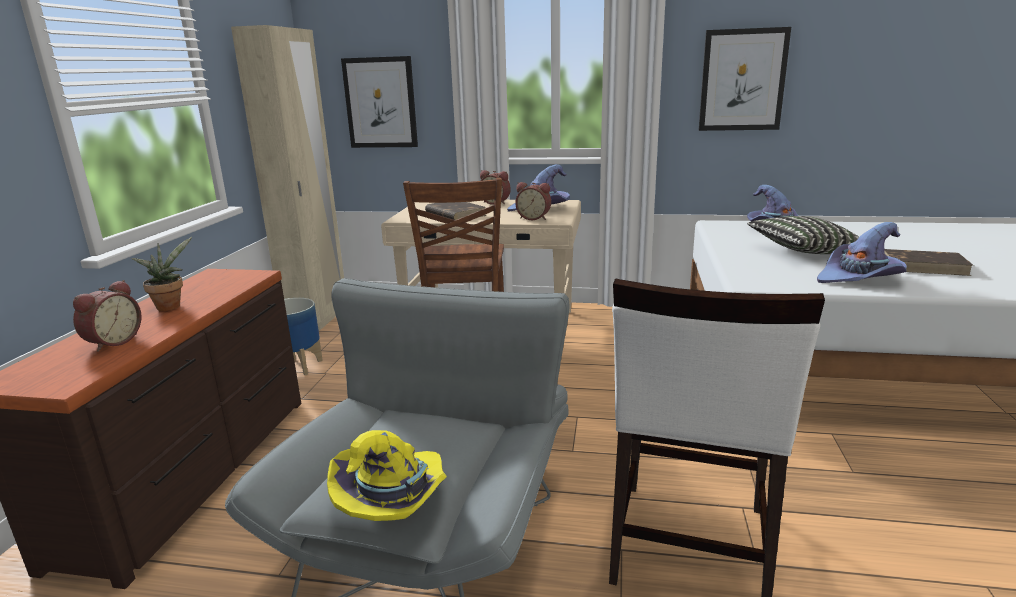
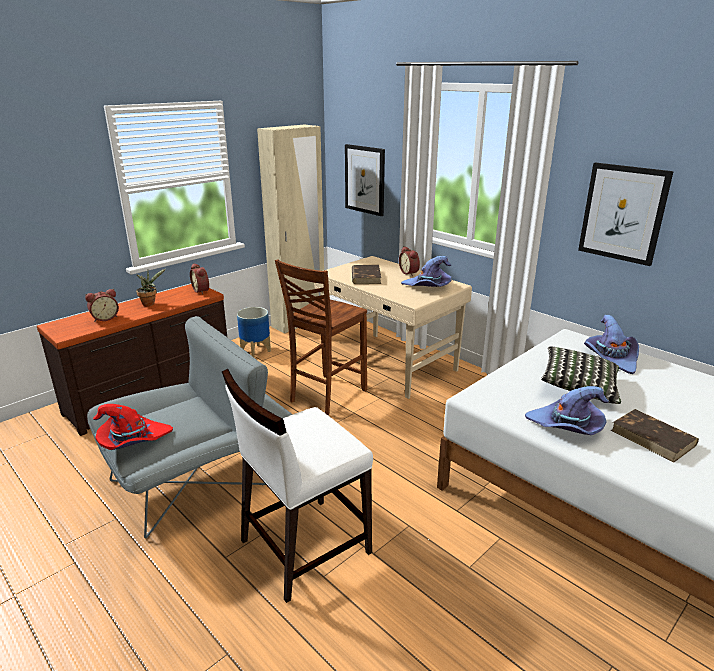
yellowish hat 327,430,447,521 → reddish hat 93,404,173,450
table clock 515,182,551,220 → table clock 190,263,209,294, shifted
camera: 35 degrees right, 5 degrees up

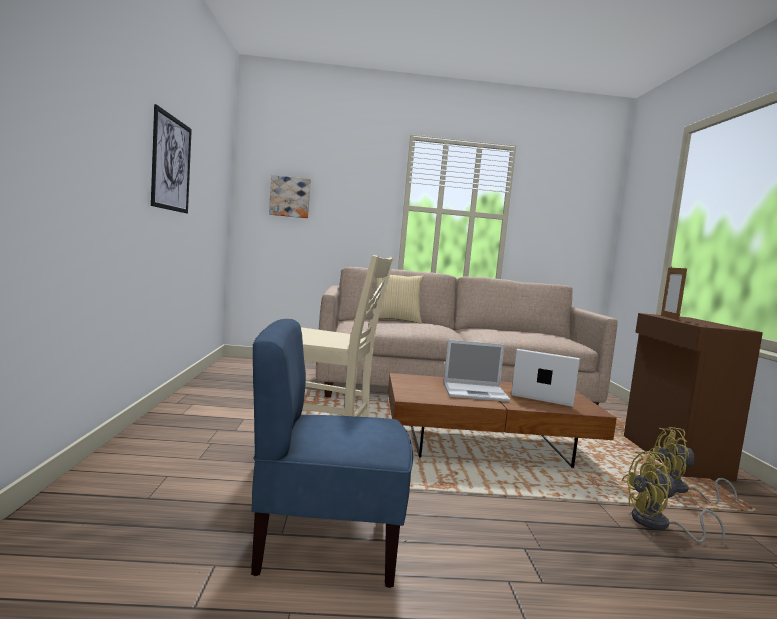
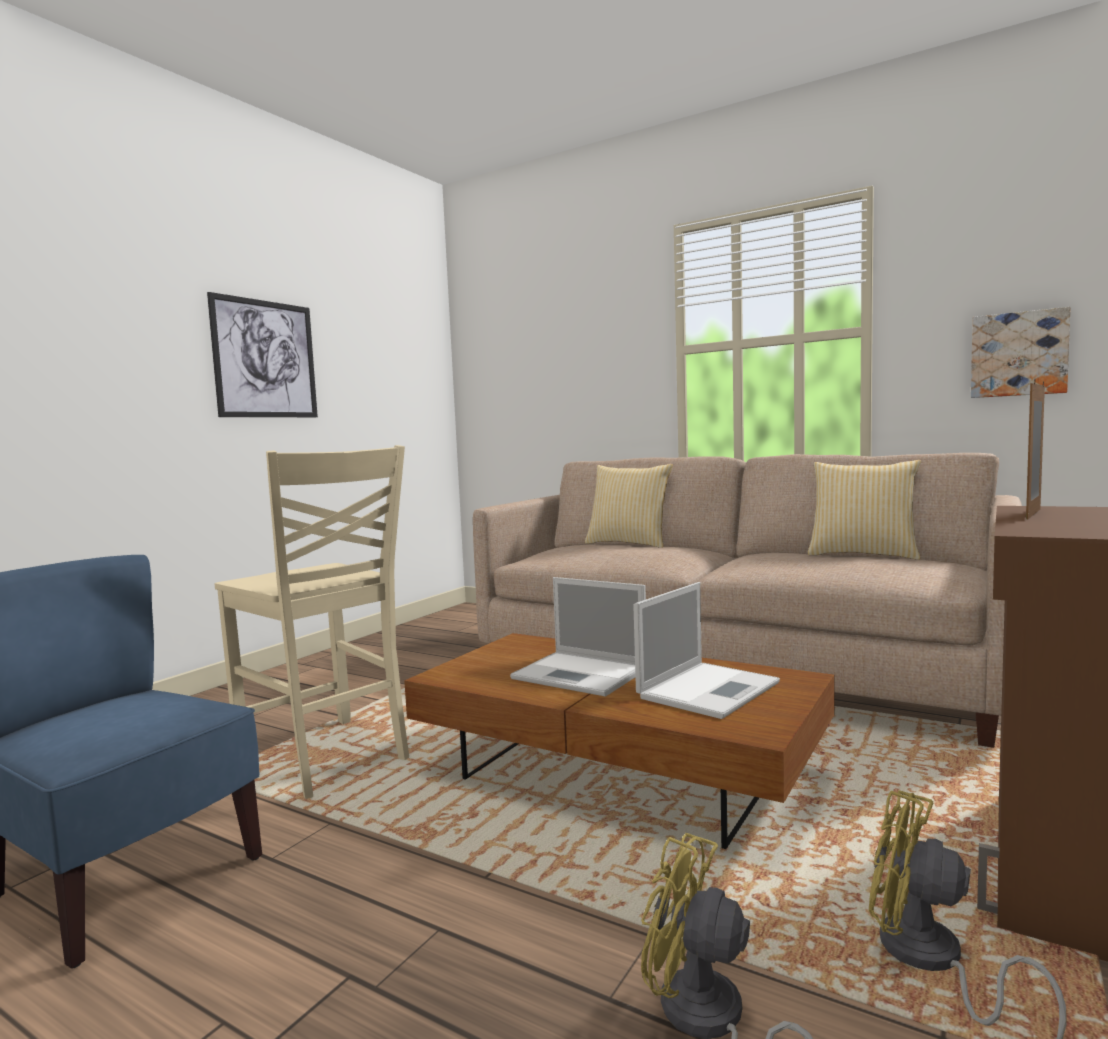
wall picture 269,175,311,218 → wall picture 971,307,1070,398, shifted
notebook computer 511,349,580,407 → notebook computer 633,582,780,719, 75 degrees clockwise
- → throw pillow 808,460,921,560
camera: 35 degrees right, 0 degrees up

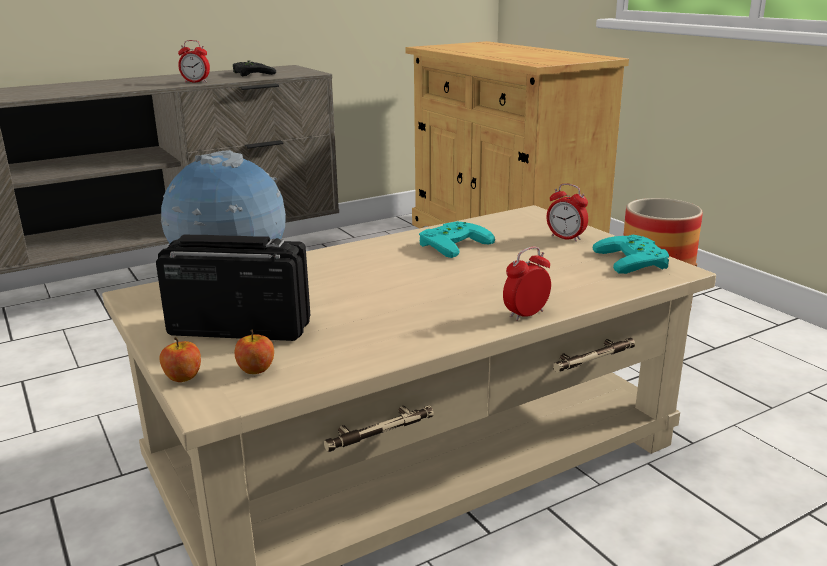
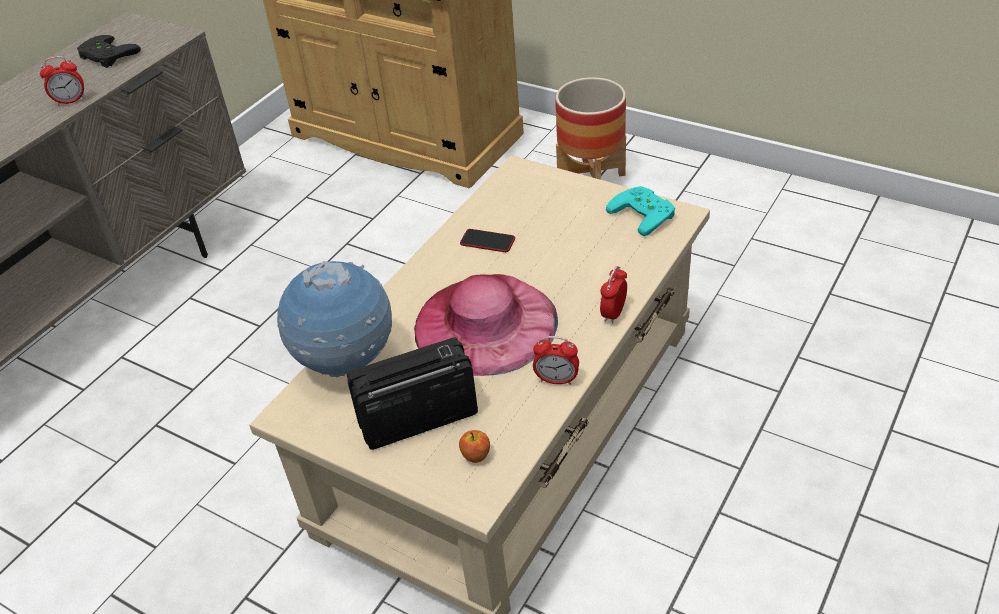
whole apple 160,337,201,382 → -
turquoise gamepad 419,221,495,258 → phone 460,229,515,252
table clock 547,183,588,242 → table clock 533,336,579,385, shifted
- → pinkish hat 414,274,558,376
camera: 25 degrees left, 20 degrees up

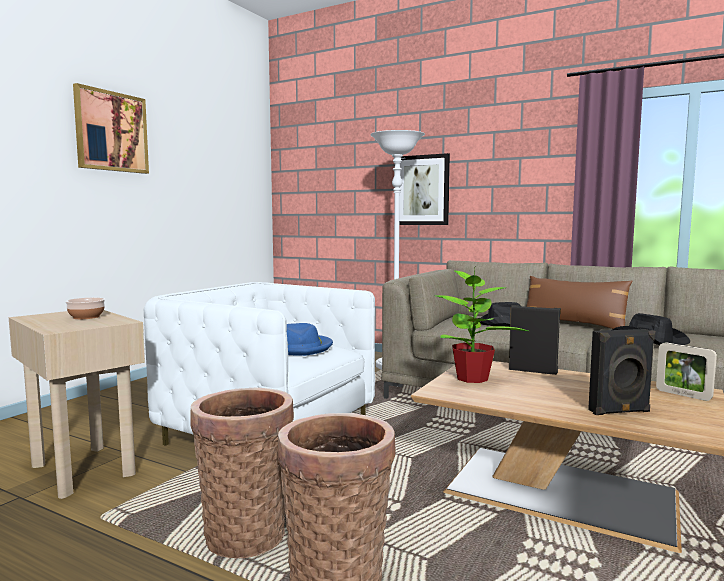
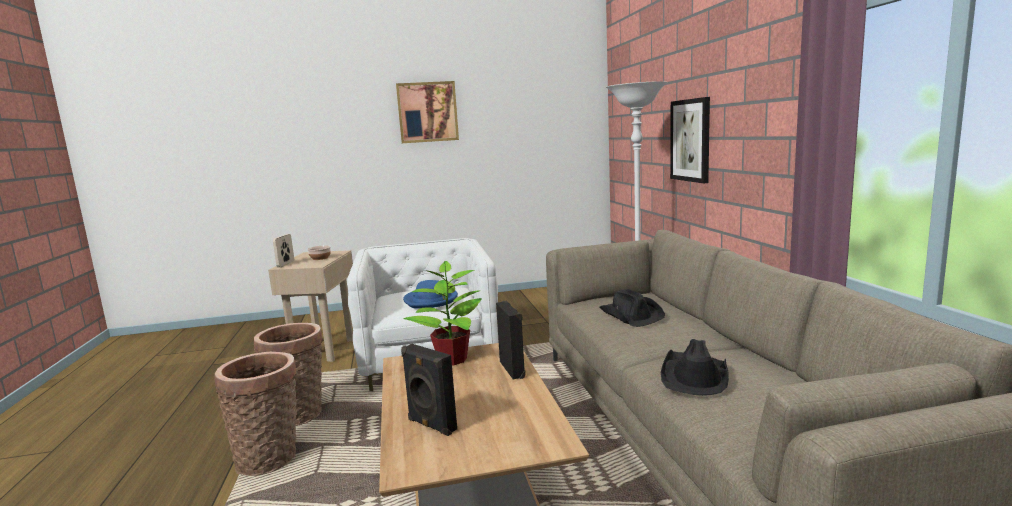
brown throw pillow 526,276,632,329 → -
photo frame 656,342,717,401 → photo frame 273,234,294,267, shifted
camera: 50 degrees right, 5 degrees up

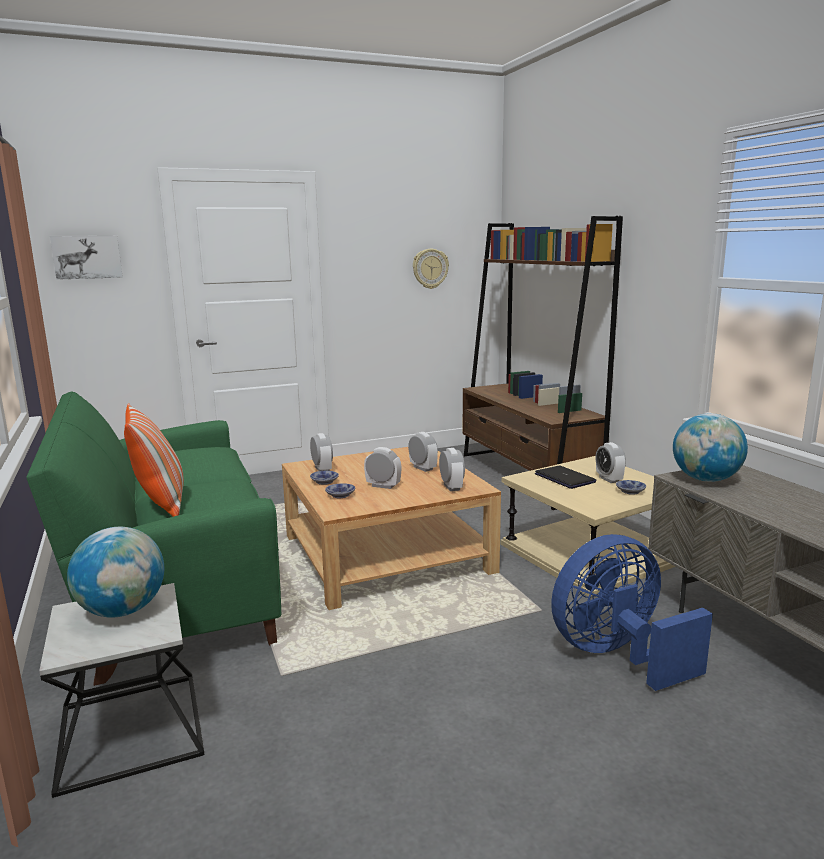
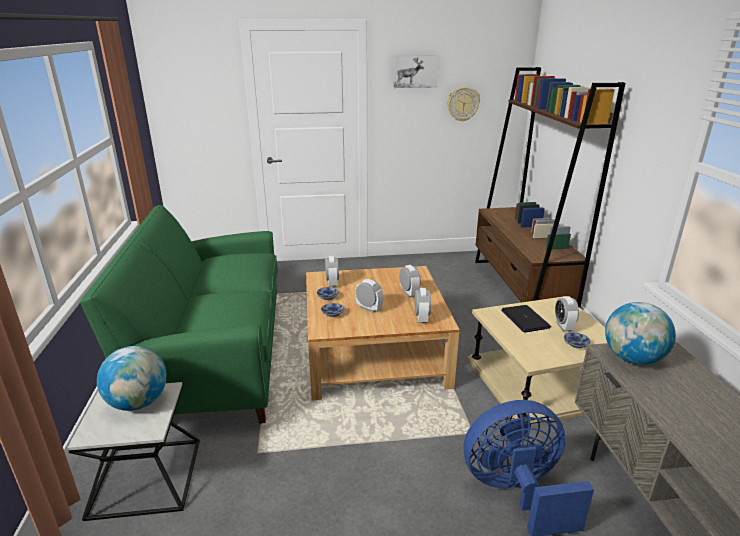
wall picture 50,236,123,280 → wall picture 393,55,439,88, shifted
throw pillow 124,403,184,517 → -
camera: 15 degrees right, 10 degrees up

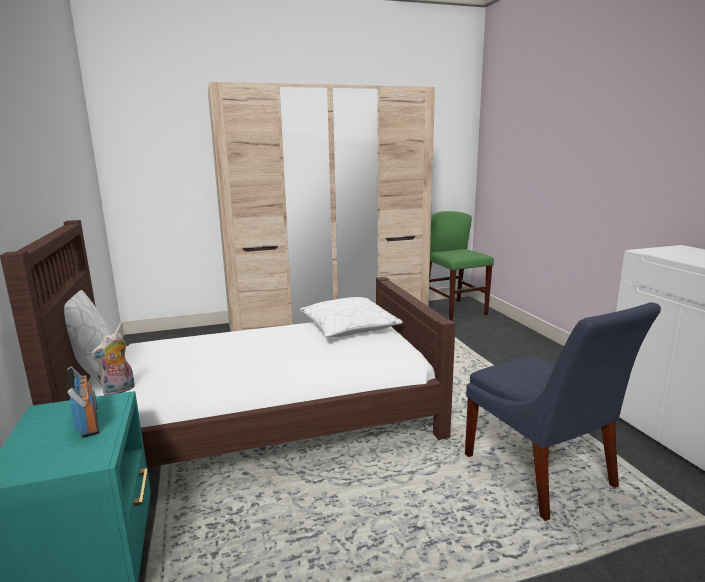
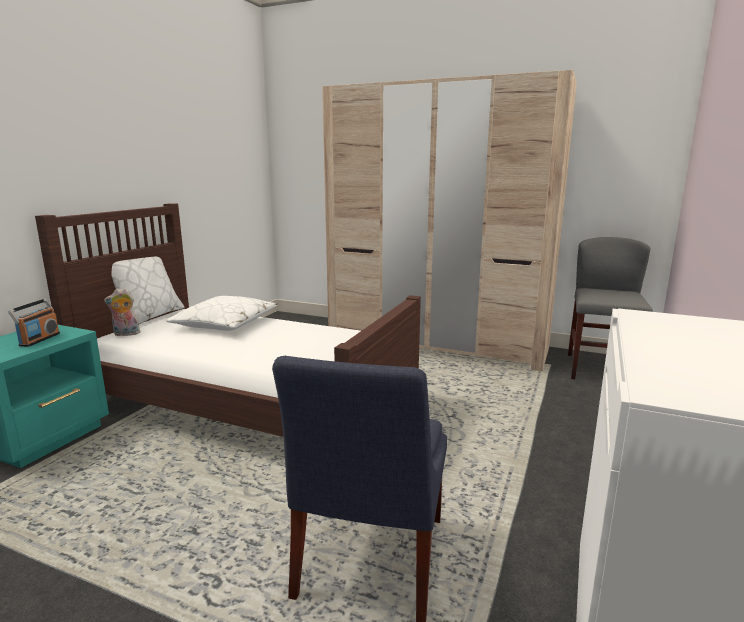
white-coloured throw pillow 300,297,403,337 → white-coloured throw pillow 166,296,278,331, shifted
green-coloured upright chair 429,211,494,321 → greyish upright chair 568,237,653,379
camera: 40 degrees right, 0 degrees up

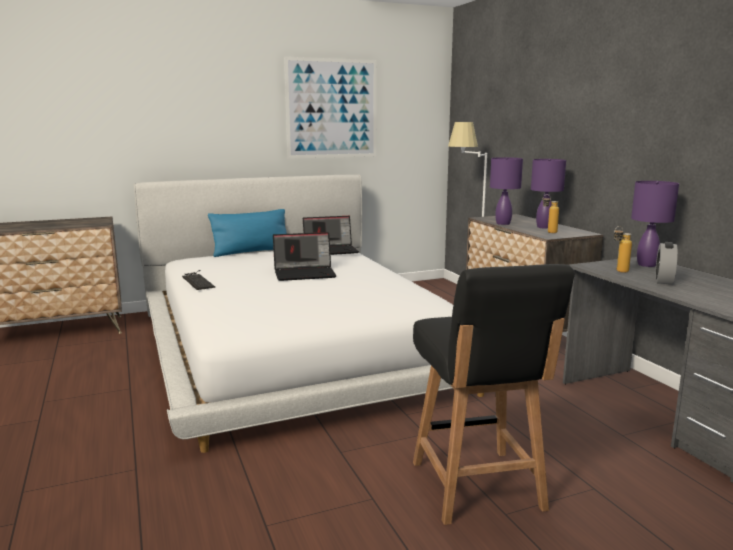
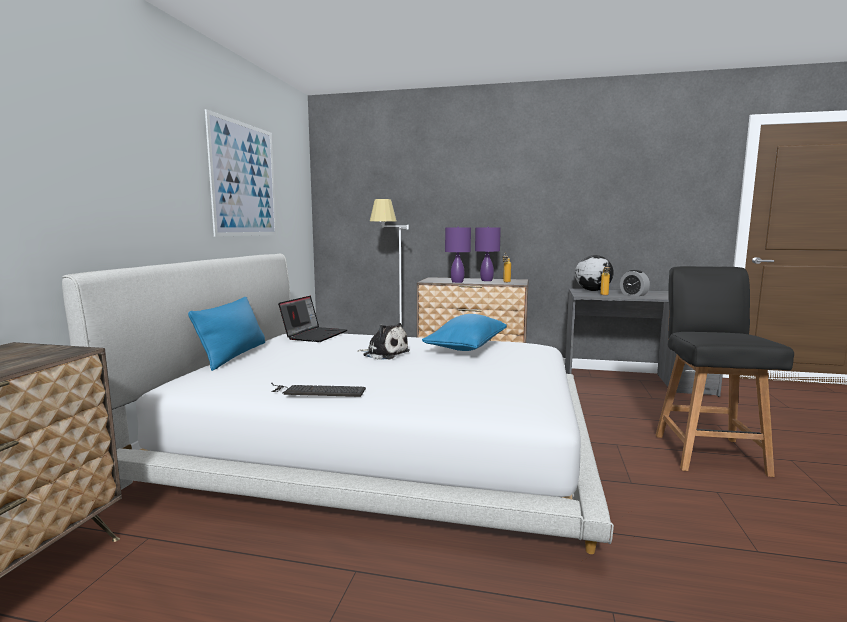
notebook computer 273,232,337,281 → soft toy 357,323,410,360
black upright chair 413,264,575,525 → black upright chair 655,266,794,477, 105 degrees counterclockwise
purple table lamp 631,181,679,267 → world globe 575,255,614,291
- → blue-coloured throw pillow 422,314,507,351
camera: 55 degrees left, 5 degrees down

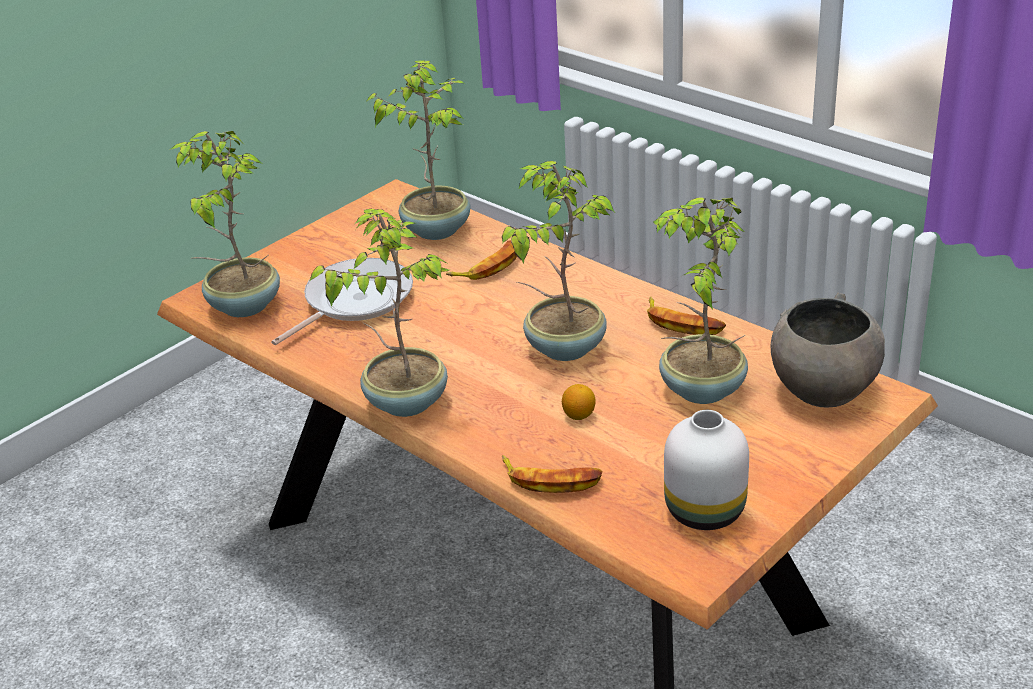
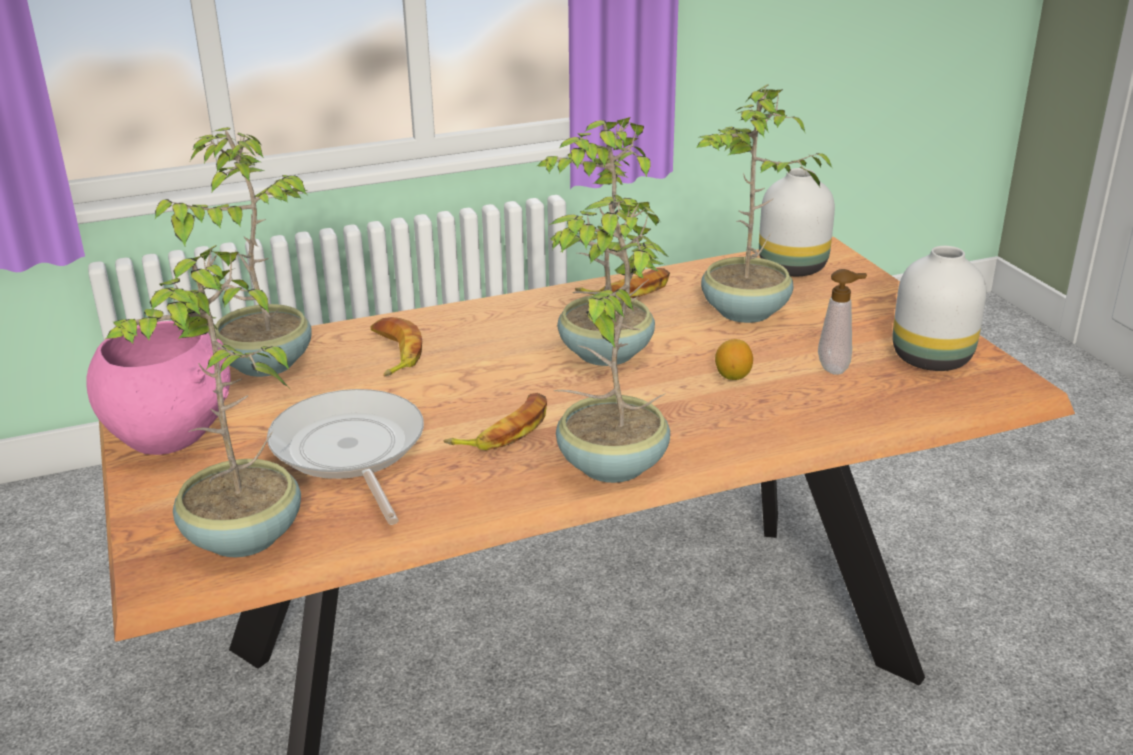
whole banana 502,455,603,493 → whole banana 444,393,547,450, shifted
greyish bowl 771,292,885,408 → white-coloured decorative vase 759,168,835,276
- → pinkish bowl 86,321,231,455
- → soap dispenser 818,269,867,375
camera: 65 degrees left, 5 degrees down

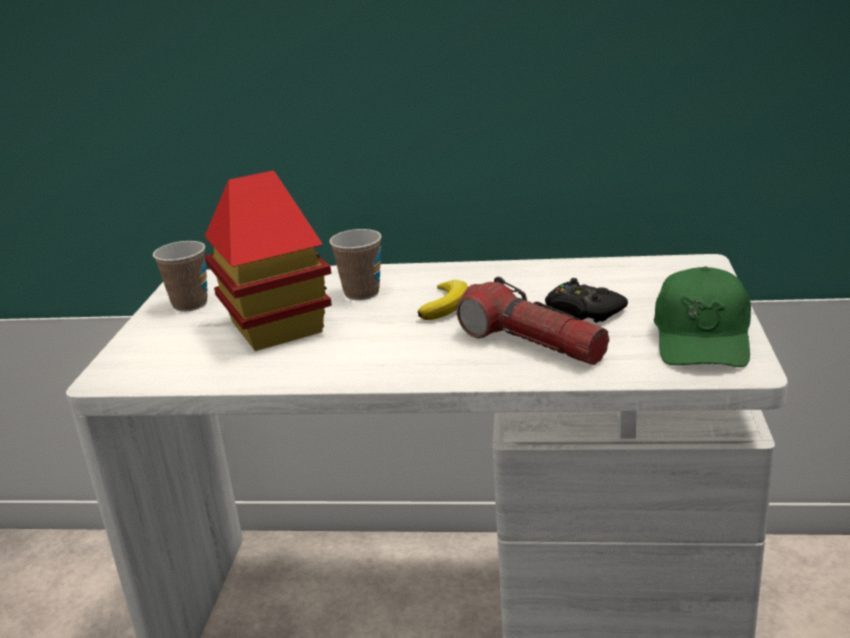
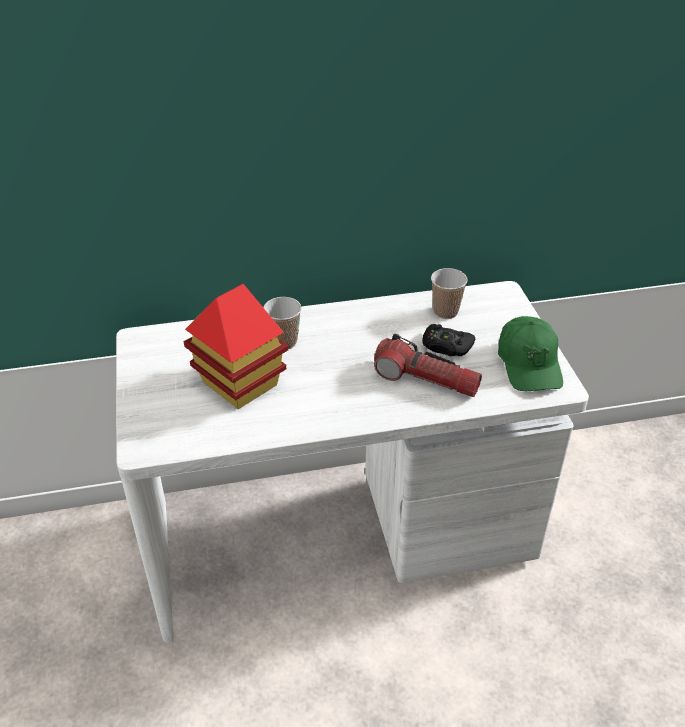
cup 153,241,208,312 → cup 431,268,468,319, shifted
whole banana 417,280,468,320 → -
camera: 20 degrees left, 15 degrees up

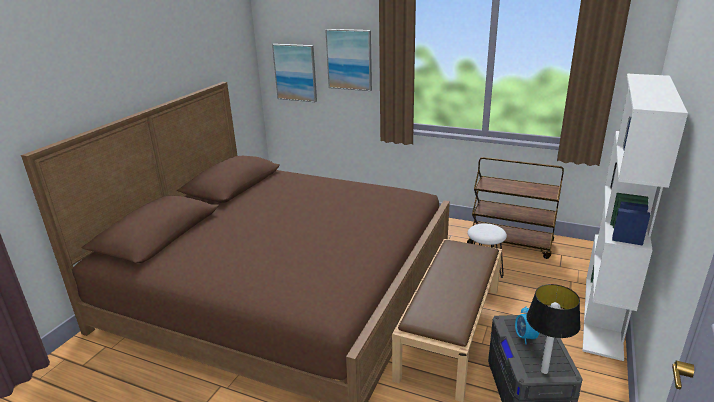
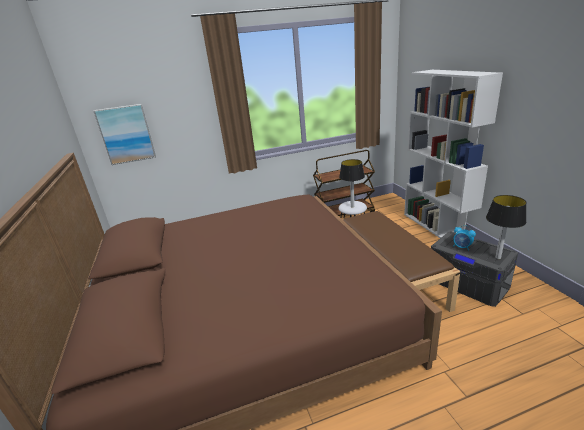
wall picture 325,29,372,91 → -
- → table lamp 339,159,365,207
camera: 40 degrees left, 0 degrees up

